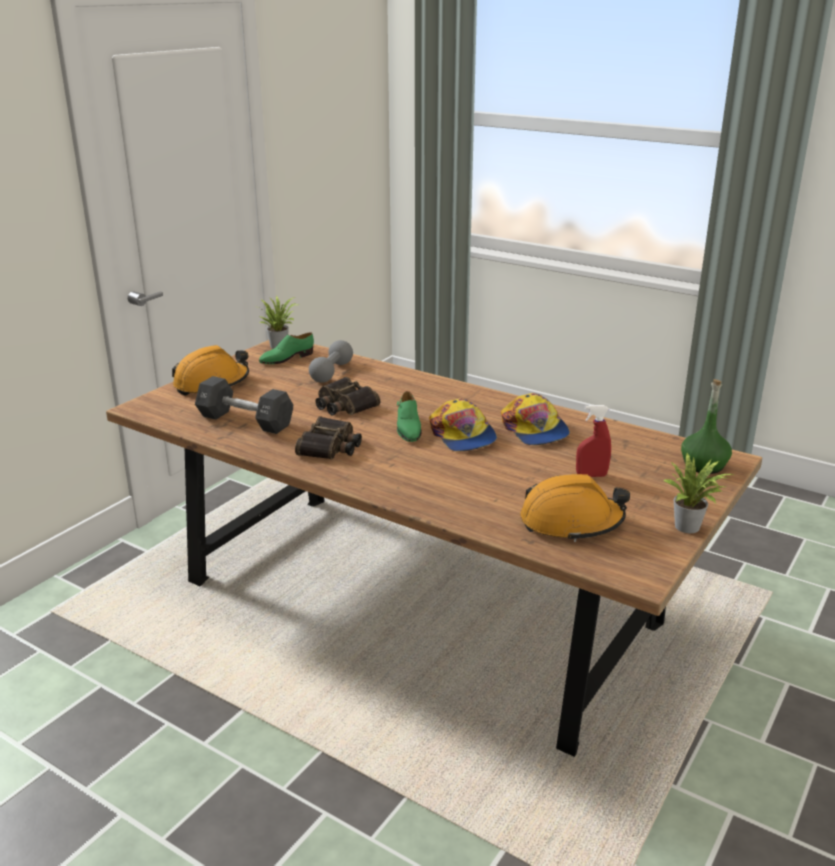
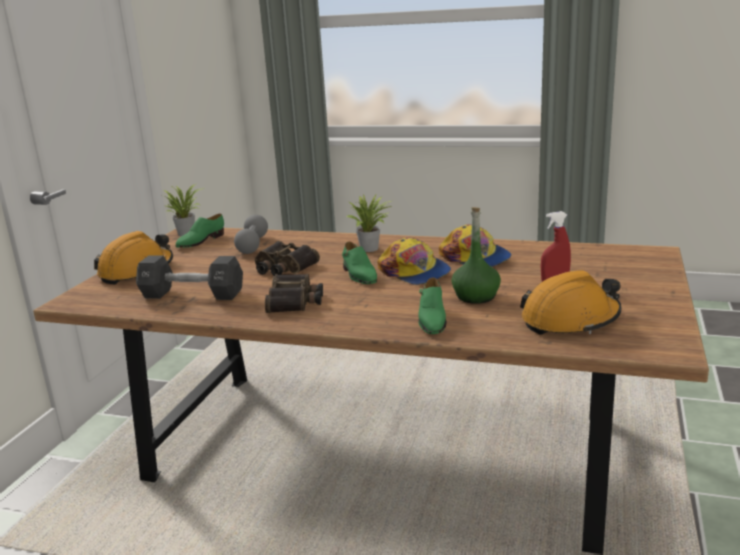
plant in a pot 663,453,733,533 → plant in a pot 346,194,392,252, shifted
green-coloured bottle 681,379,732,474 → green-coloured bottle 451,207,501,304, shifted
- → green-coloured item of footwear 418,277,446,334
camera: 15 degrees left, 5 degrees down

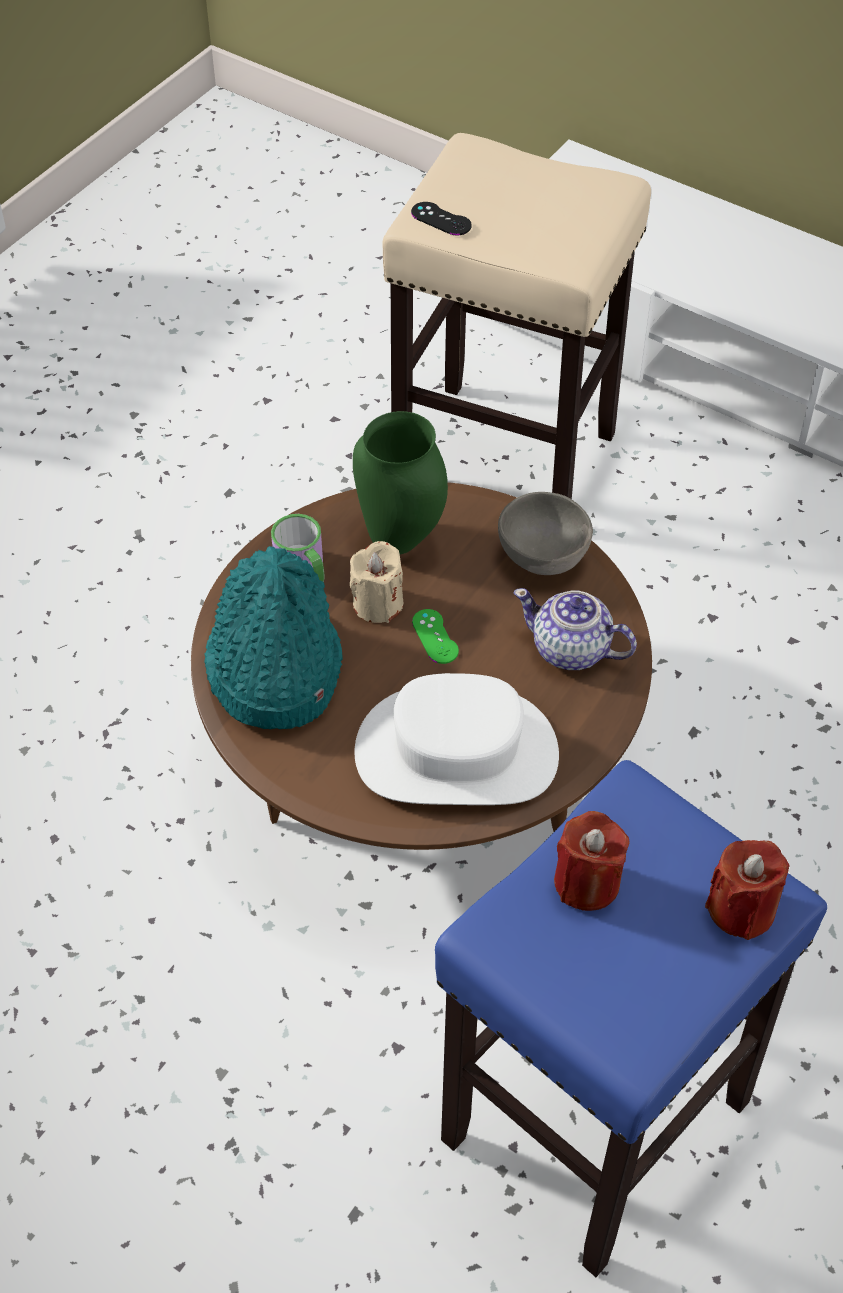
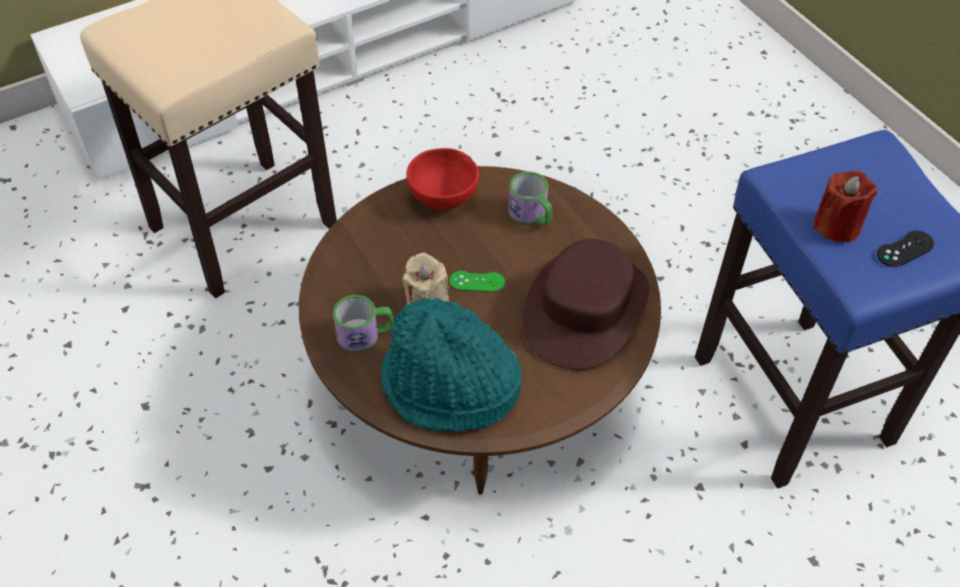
green-coloured decorative vase 353,411,448,555 → -
white-coloured hat 354,673,559,805 → brown hat 522,239,650,370
black gamepad 411,202,472,236 → black gamepad 877,231,934,267, shifted
greyish bowl 498,492,593,575 → reddish bowl 406,148,479,210
teapot 514,588,637,670 → coffee mug 509,171,553,225
reddish wax candle 705,840,790,940 → -
camera: 65 degrees left, 0 degrees up

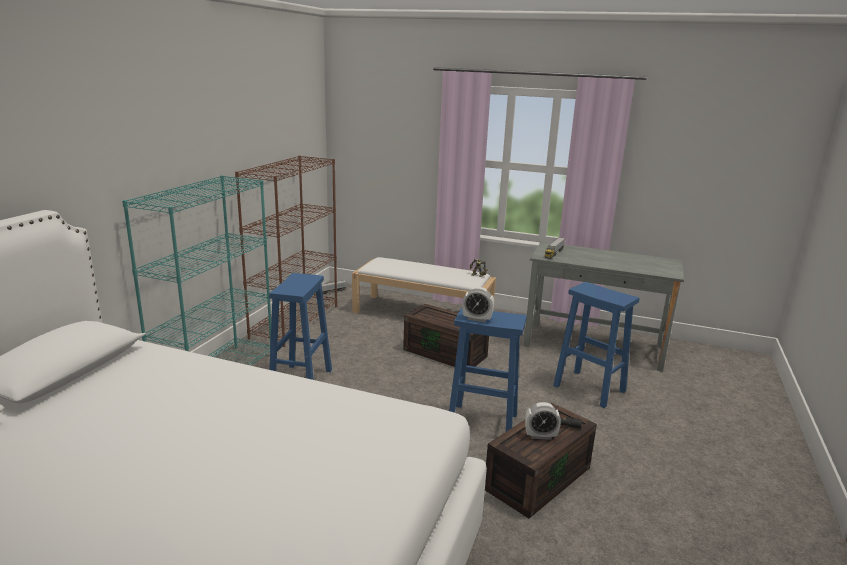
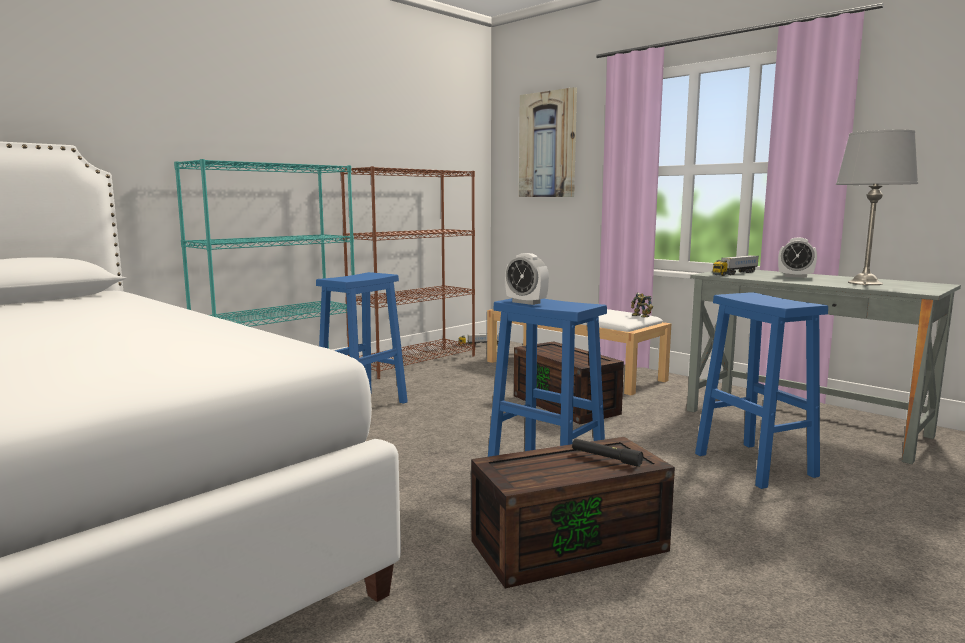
table clock 525,402,561,440 → table clock 778,238,817,278, shifted
- → wall picture 519,87,577,197
- → greyish table lamp 836,130,918,285
camera: 25 degrees right, 10 degrees down

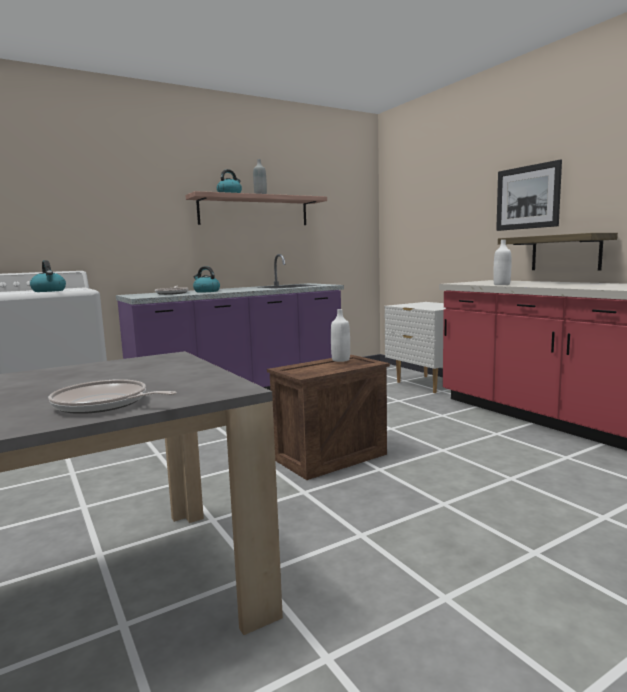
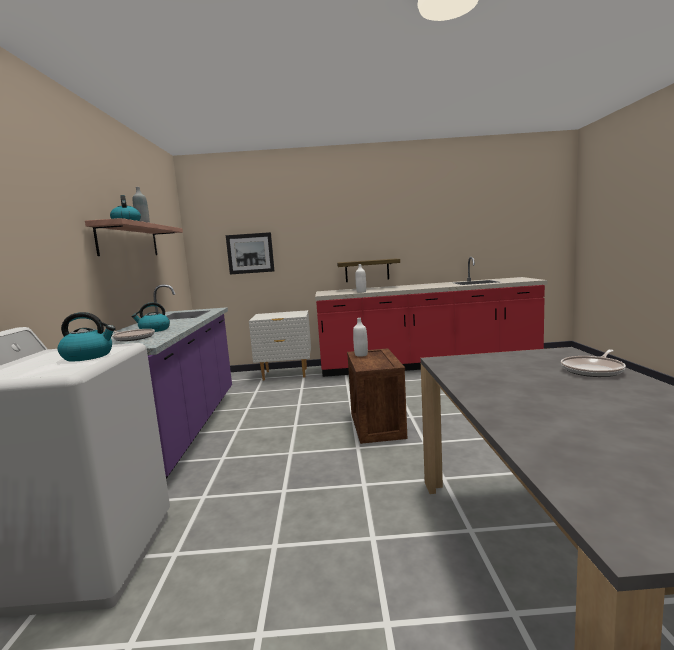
wall picture 496,160,562,231 → wall picture 226,232,274,274, shifted
camera: 60 degrees left, 0 degrees up

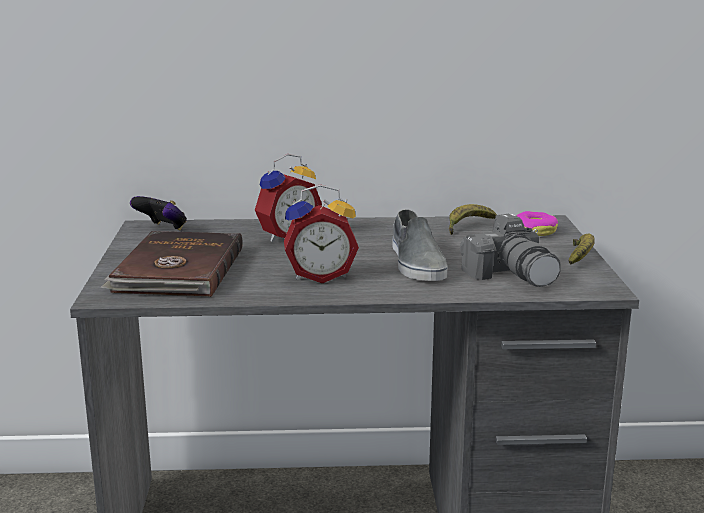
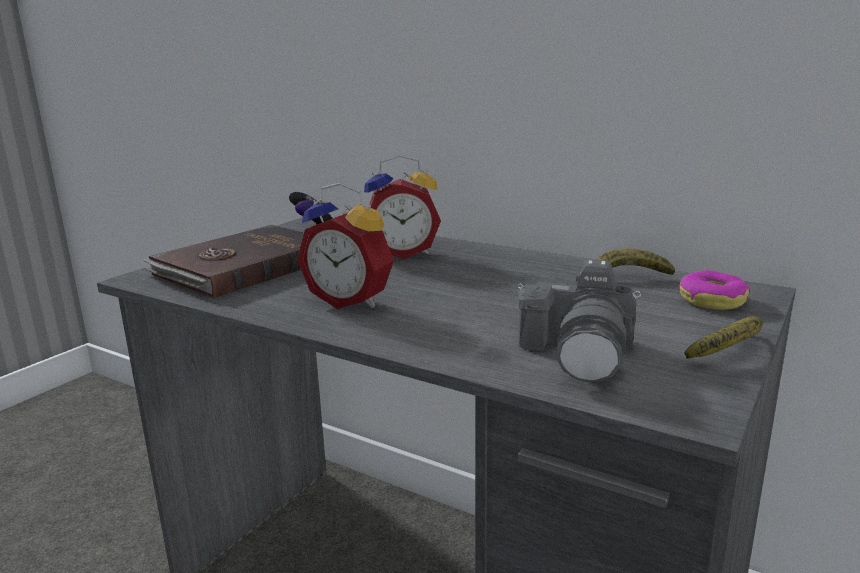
greyish item of footwear 392,209,447,281 → -
camera: 35 degrees right, 0 degrees up

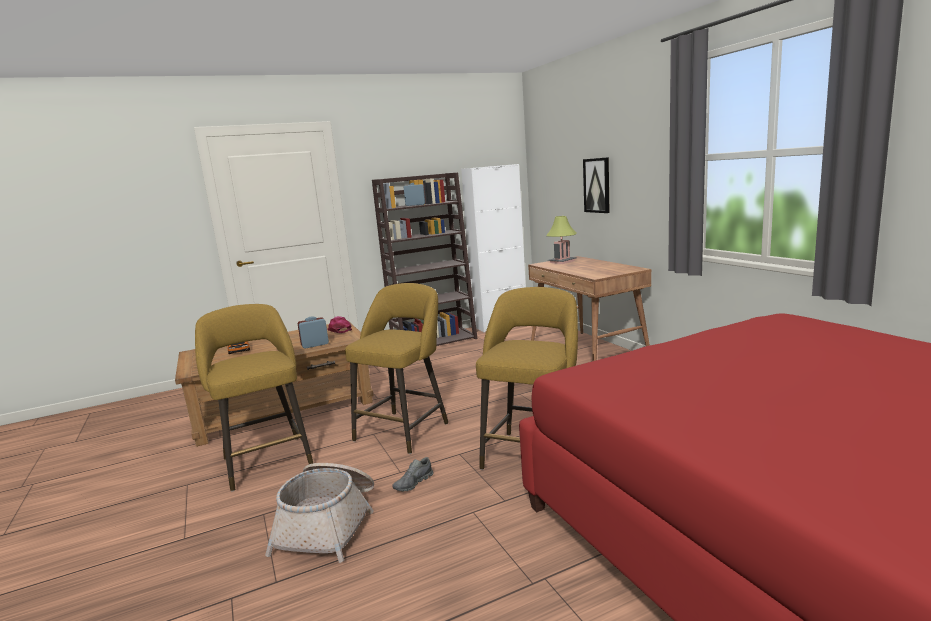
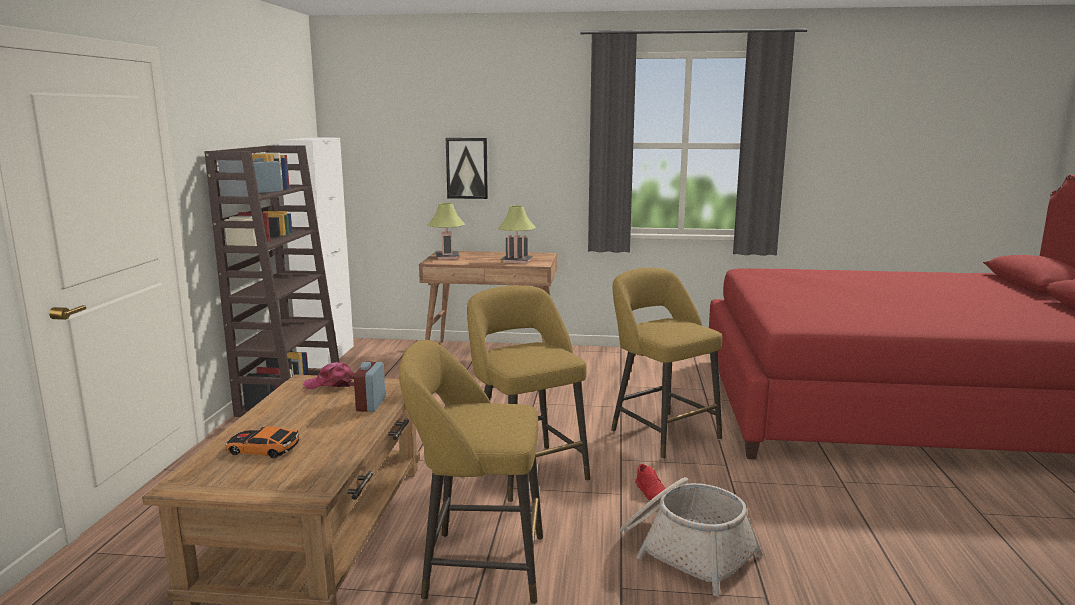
greyish item of footwear 392,457,434,492 → reddish item of footwear 635,464,666,500
- → table lamp 498,205,535,264
camera: 60 degrees left, 0 degrees up

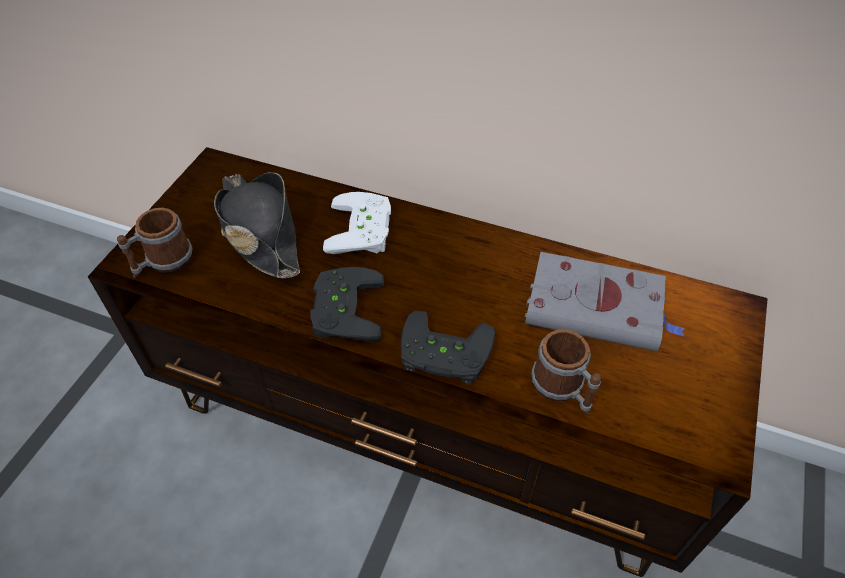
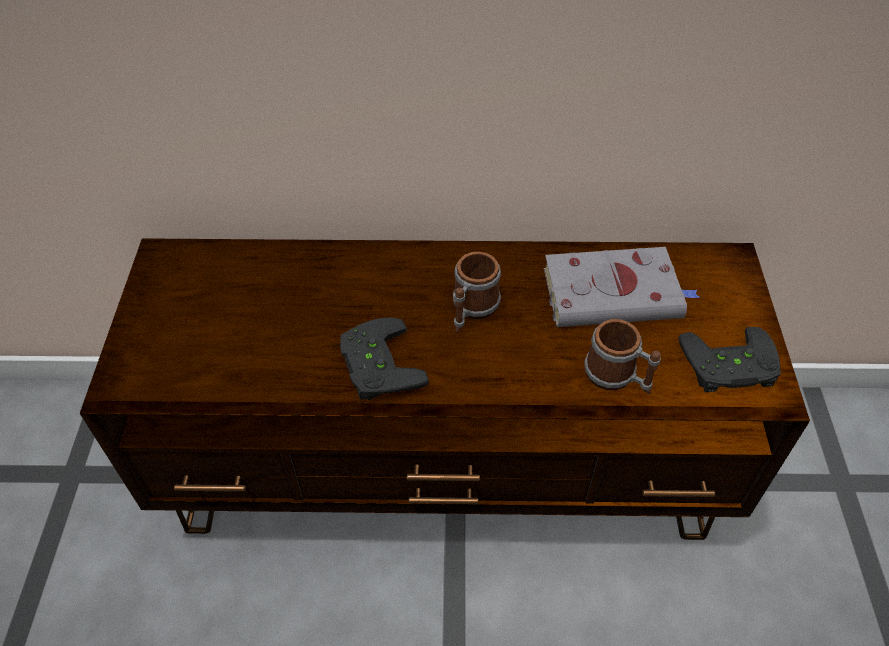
coffee mug 117,208,192,278 → coffee mug 453,252,501,333, shifted
black hat 214,172,300,279 → -
white-coloured gamepad 323,192,391,254 → -
black gamepad 401,311,495,384 → black gamepad 678,327,781,392, shifted
camera: 20 degrees left, 0 degrees up

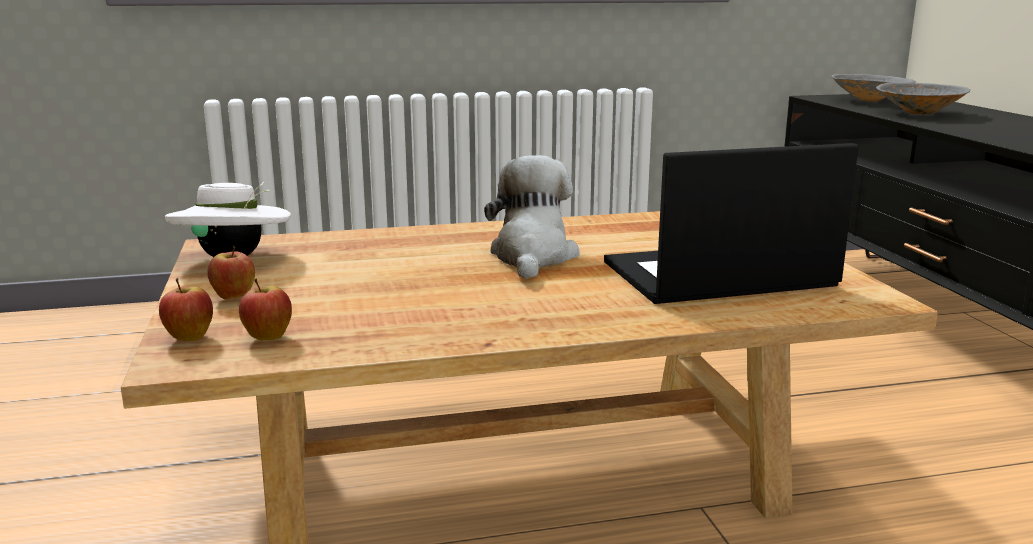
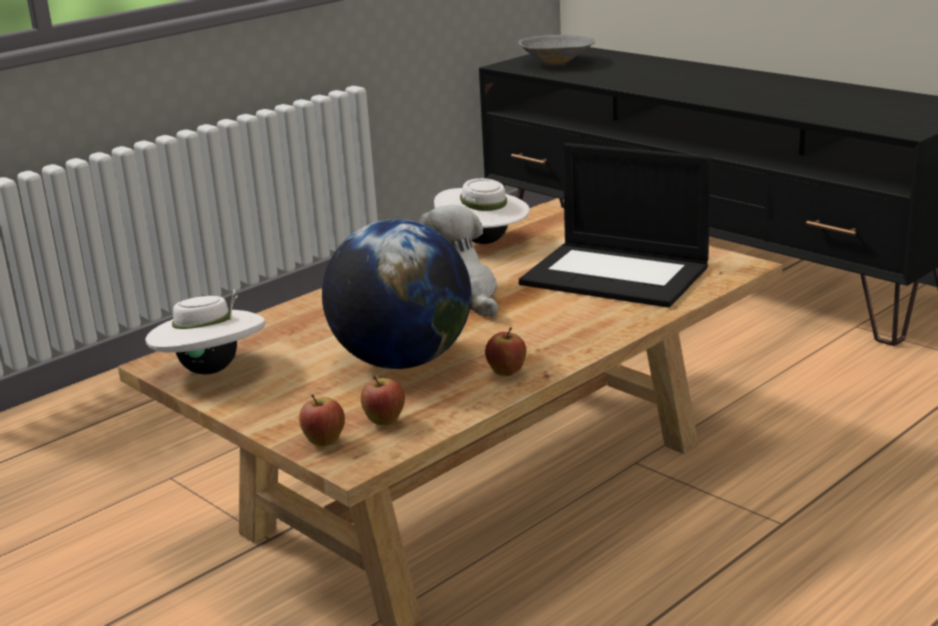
whole apple 207,246,255,300 → whole apple 485,327,526,376, shifted
notebook computer 604,143,858,304 → notebook computer 519,143,711,308, 105 degrees counterclockwise
greyish bowl 876,82,971,115 → -
- → world globe 322,219,471,369
- → white-coloured hat 434,178,530,244
camera: 30 degrees left, 5 degrees up

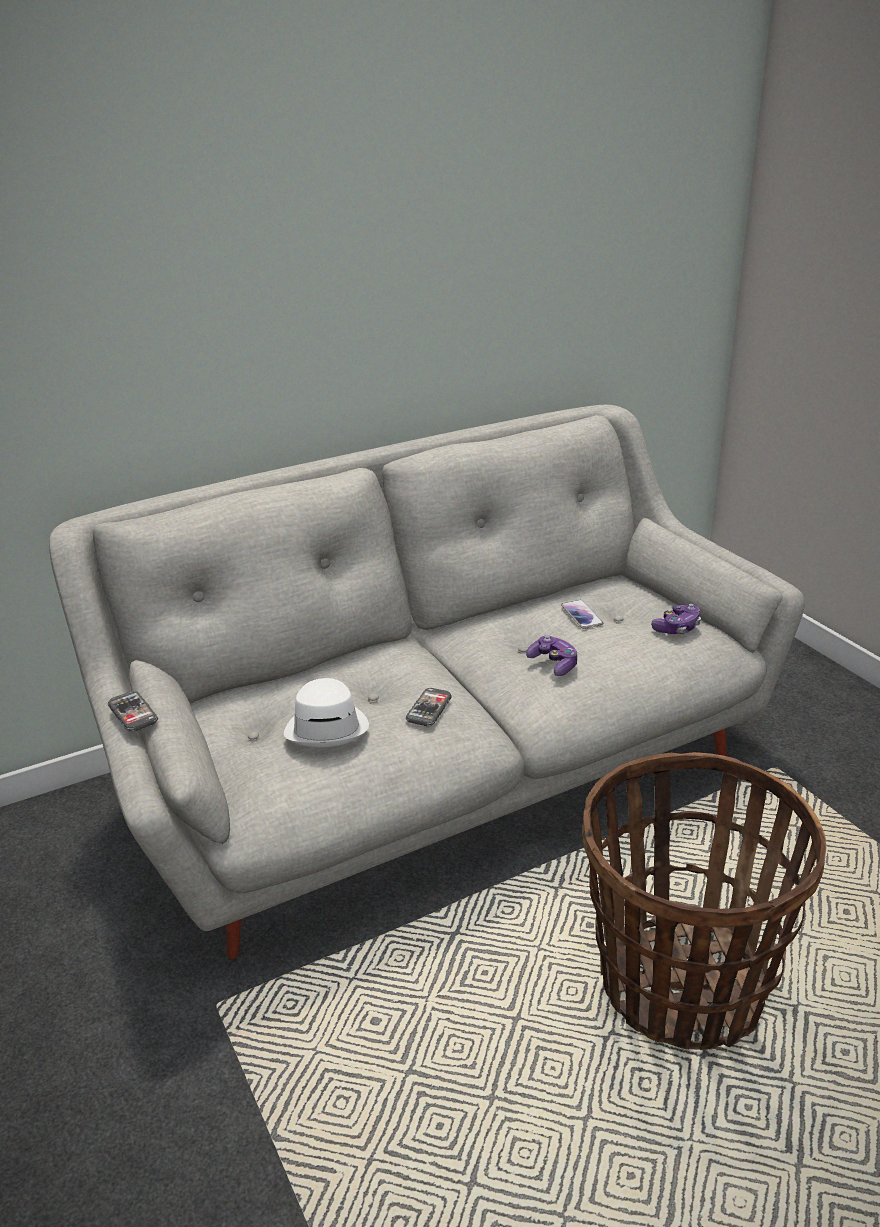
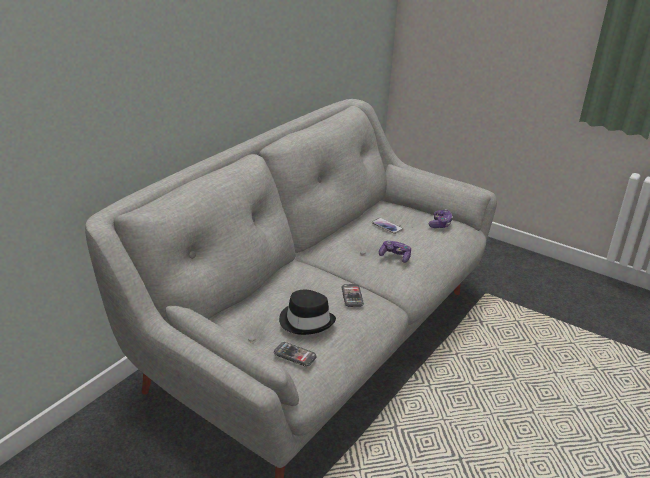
phone 108,691,158,732 → phone 274,342,317,367, shifted
white-coloured hat 284,678,369,747 → black hat 279,290,336,335
basket 582,752,826,1050 → -
camera: 30 degrees left, 0 degrees up

